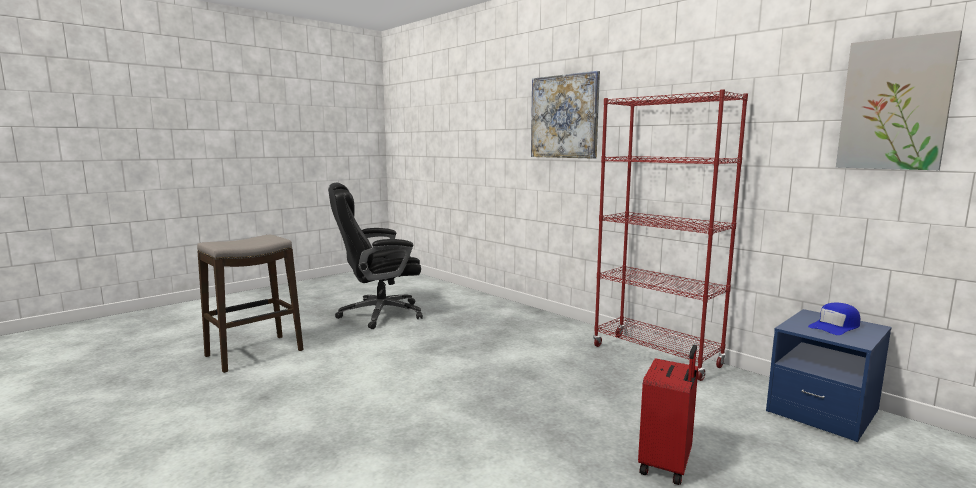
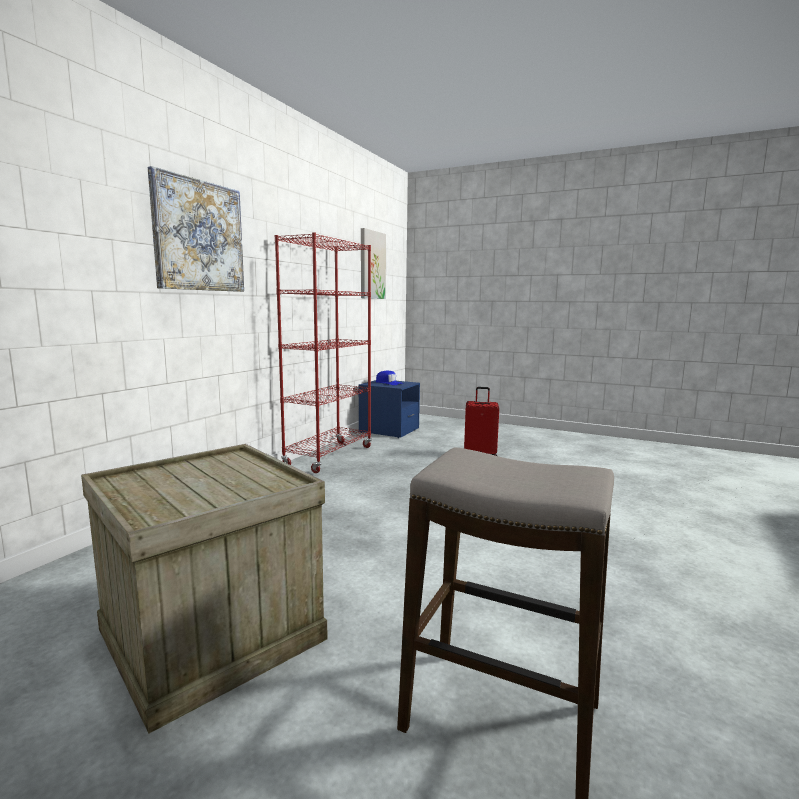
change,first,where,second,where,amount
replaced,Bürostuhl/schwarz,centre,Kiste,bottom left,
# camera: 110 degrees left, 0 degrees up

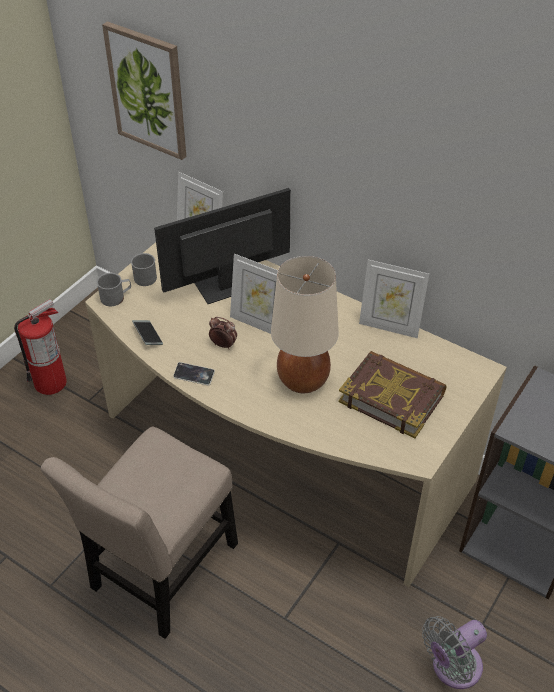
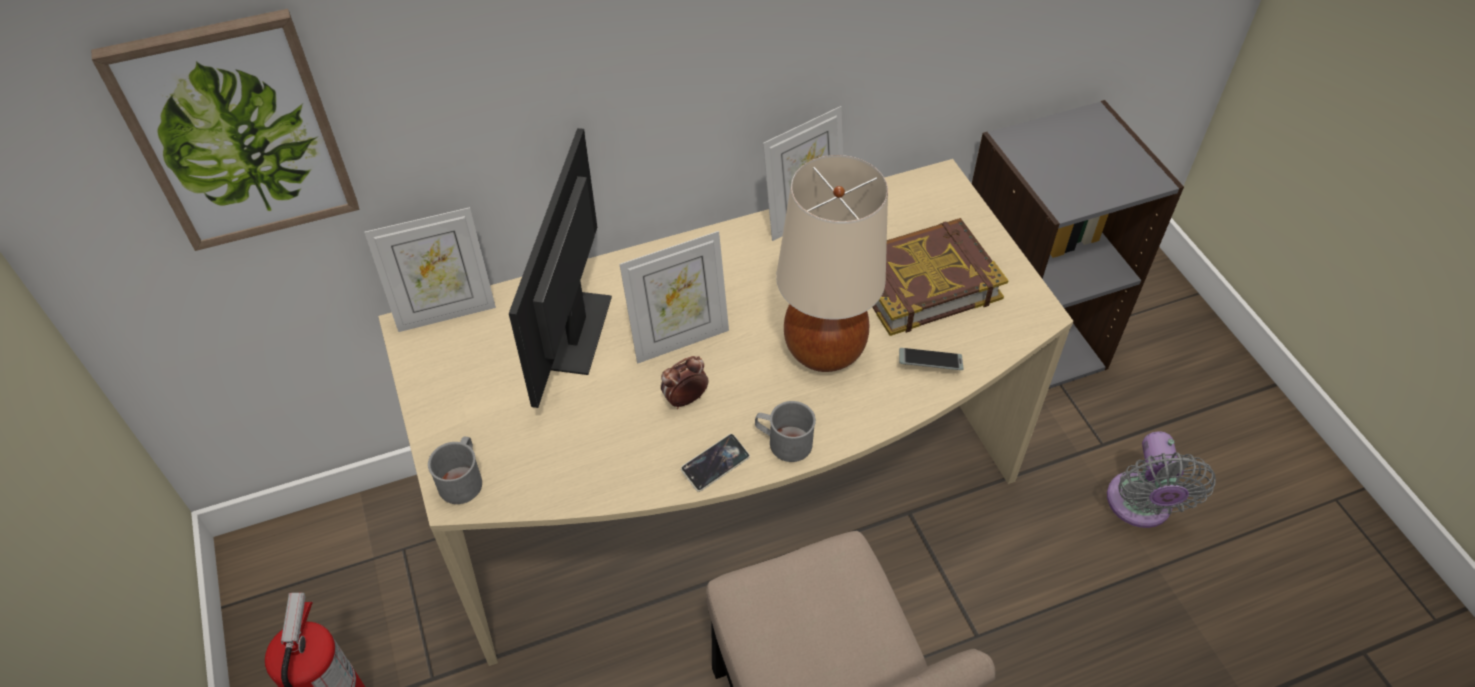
change,first,where,second,where,amount
moved,Henkelbecher/grau (2nd from left),middle left,,centre,
moved,Handy (1st from left in the first image),middle left,Handy (2nd from left),centre,
# camera: 55 degrees left, 5 degrees up

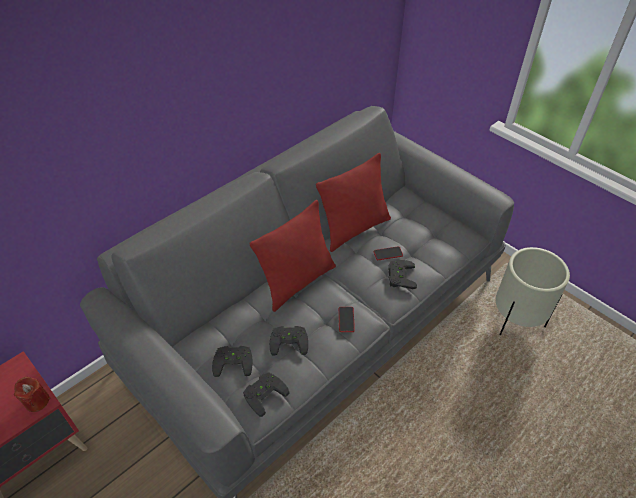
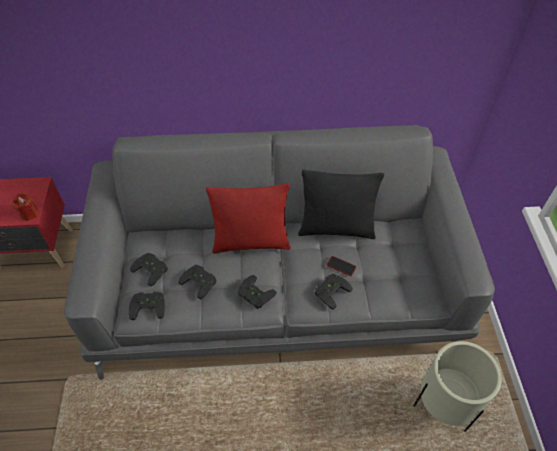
change,first,where,second,where,amount
recoloured,Kissen/rot (2nd from left),centre,Kissen/schwarz,centre,
replaced,Handy (1st from left),centre,Gamepad/schwarz (4th from left),centre,
# camera: 40 degrees right, 5 degrees up

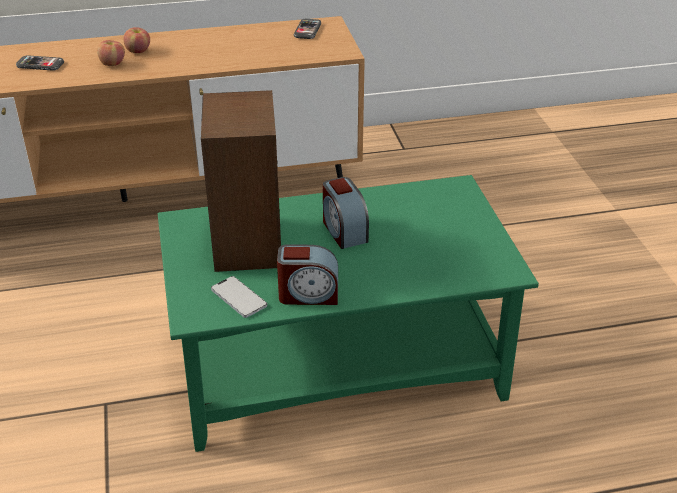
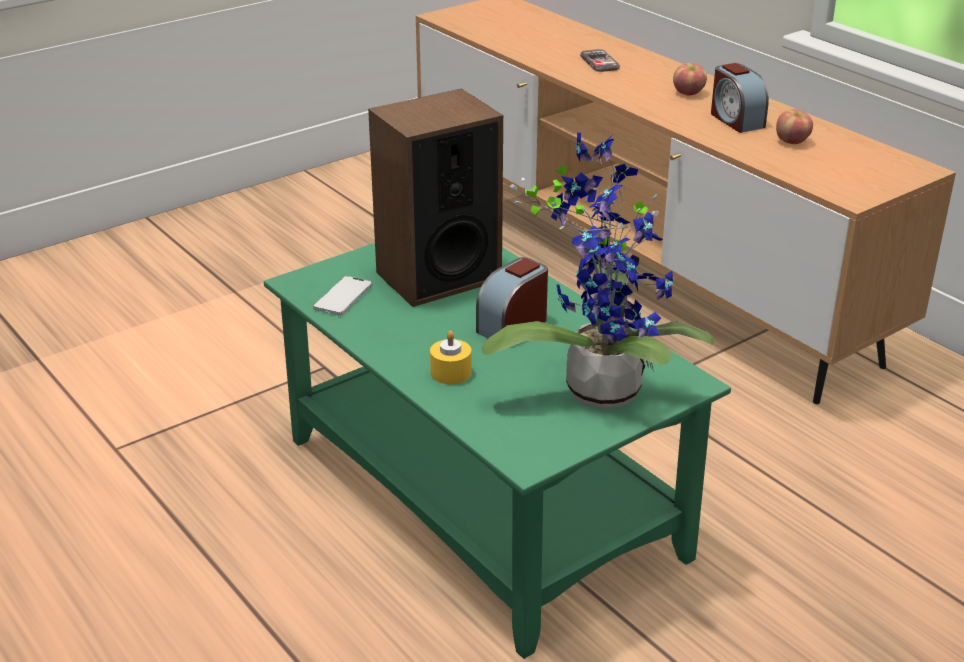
change,first,where,second,where,amount
removed,Handy (3rd from left),top centre,,,
moved,Apfel (1st from left in the first image),top left,Apfel (2nd from left),top right,
moved,Wecker (1st from left in the first image),centre,Wecker (2nd from left),top right,
added,,,Topfpflanze,centre,
added,,,Kerze/gelb,centre,
# camera: 65 degrees right, 5 degrees down

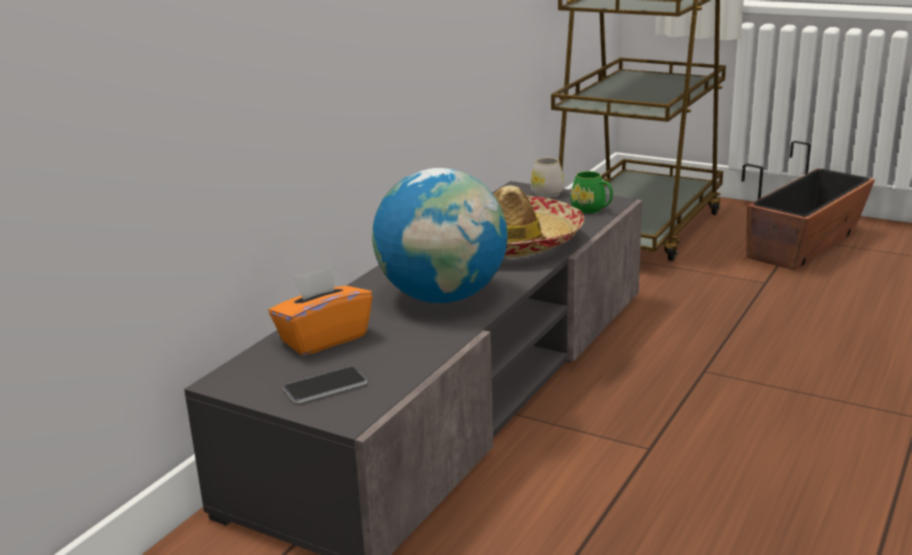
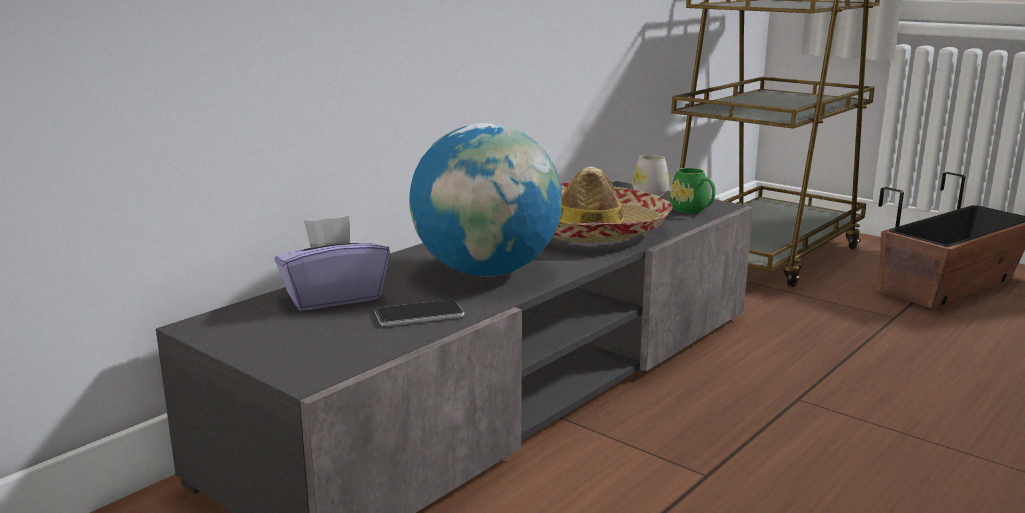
change,first,where,second,where,amount
recoloured,Taschentuchbox/orange,centre,Taschentuchbox/lila,middle left,
moved,Handy,bottom centre,,centre,
# camera: 10 degrees right, 5 degrees down

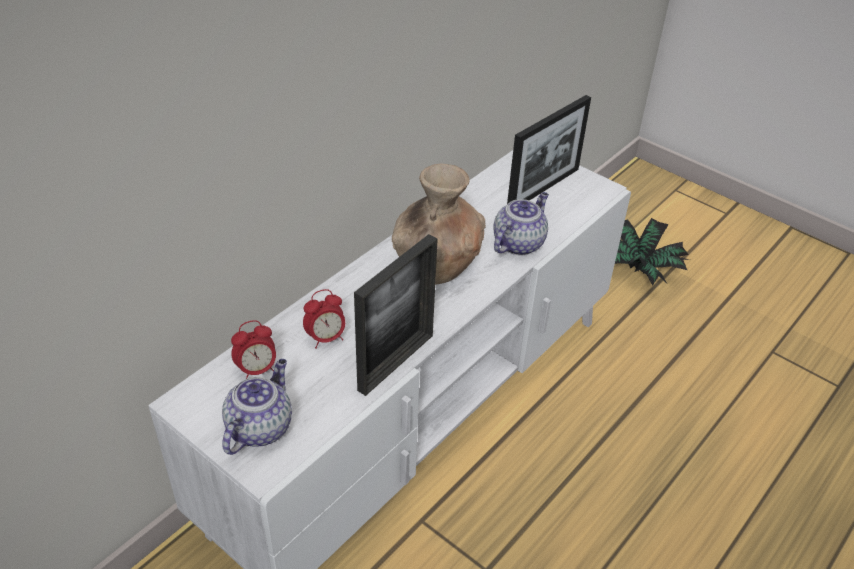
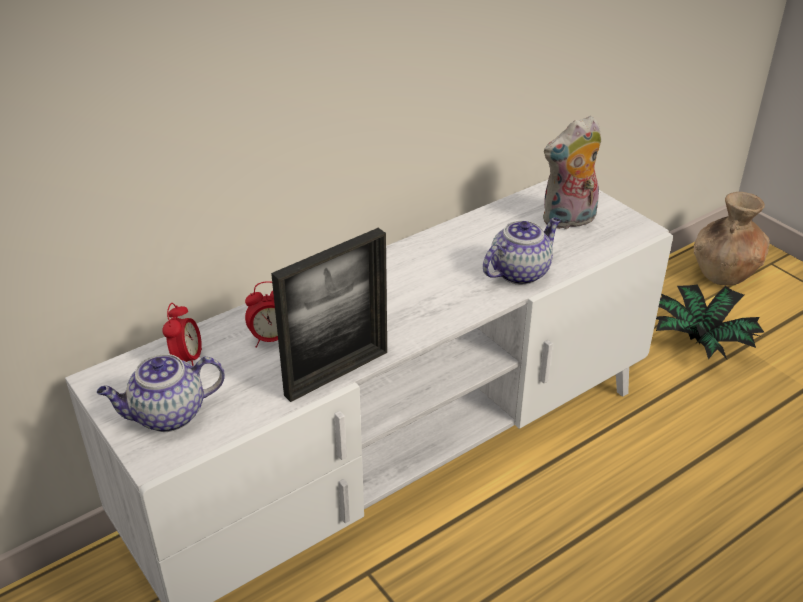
change,first,where,second,where,amount
replaced,Bilderrahmen (2nd from left),top centre,Plüschtier,top right,
moved,Vase/braun,centre,,middle right,
turned,Wecker (1st from left),middle left,,middle left,75 degrees counterclockwise
turned,Teekanne (1st from left),bottom left,,middle left,150 degrees counterclockwise
# camera: 15 degrees right, 5 degrees down

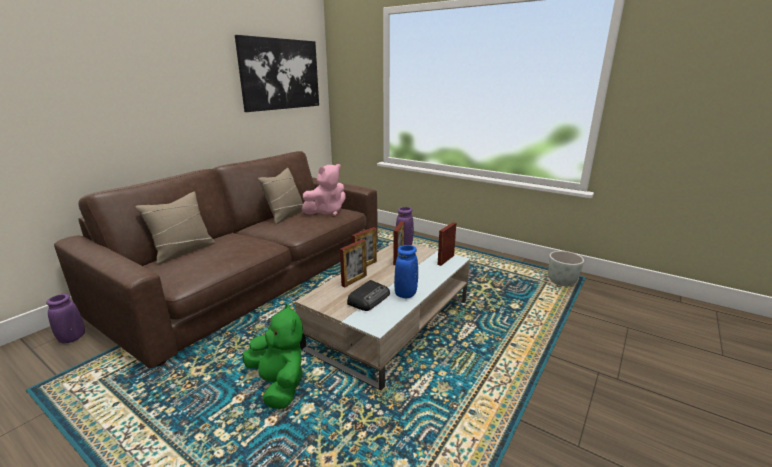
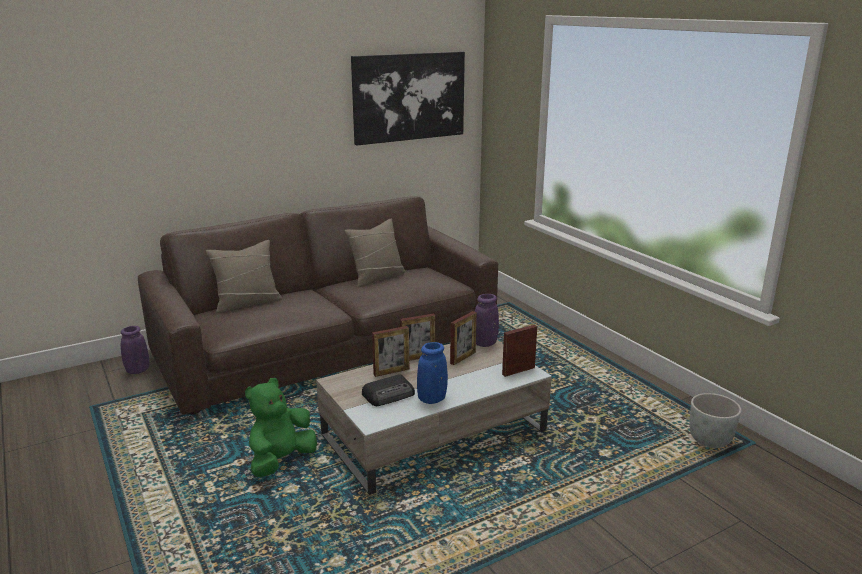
change,first,where,second,where,amount
removed,Plüschtier/rosa,centre,,,
turned,Plüschtier/grün,bottom centre,,bottom left,135 degrees counterclockwise
# camera: 25 degrees right, 0 degrees up

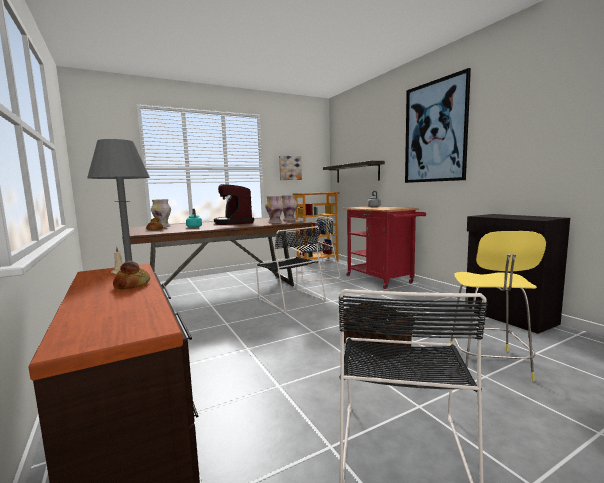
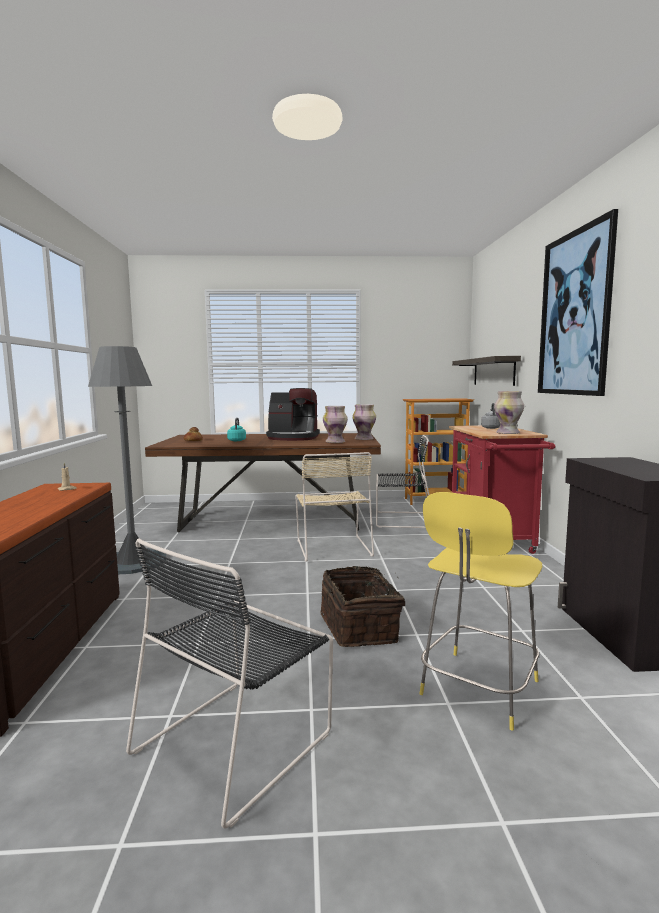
change,first,where,second,where,amount
removed,Bild (1st from left),centre,,,
turned,Kaffeemaschine,centre,,centre,90 degrees counterclockwise
moved,Vase (1st from left in the first image),middle left,Vase (3rd from left),middle right,
recoloured,Stuhl/schwarz (1st from left),centre,Stuhl/beige,centre,
removed,Brot (1st from left),middle left,,,
# camera: 25 degrees right, 0 degrees up

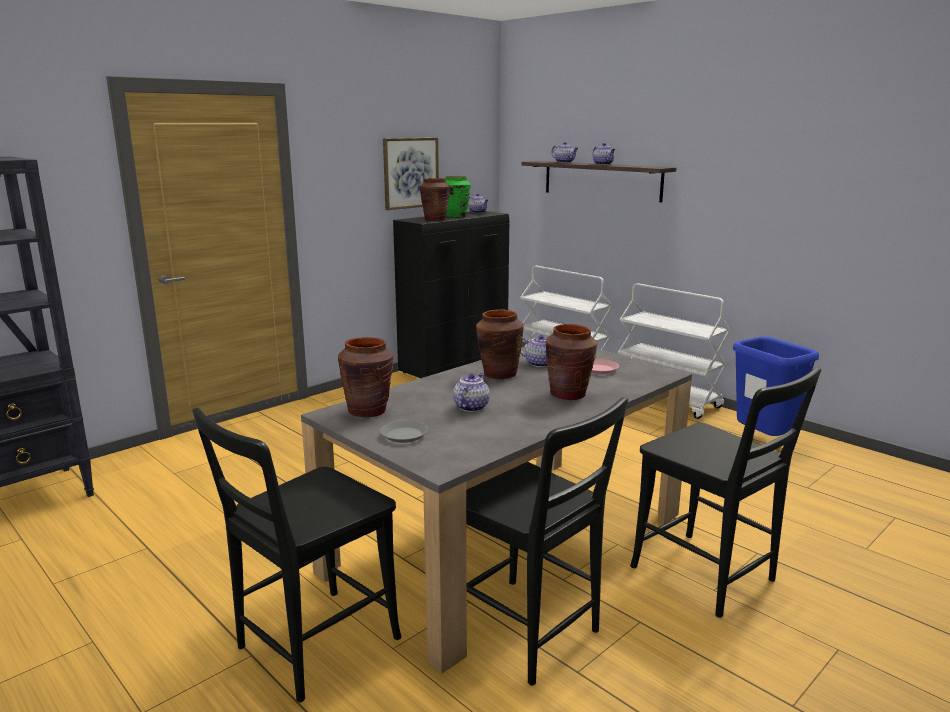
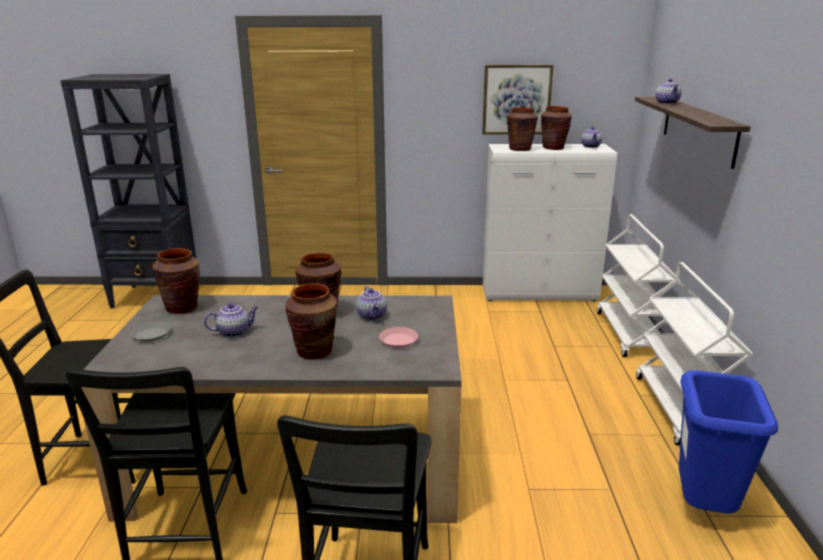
change,first,where,second,where,amount
removed,Teekanne (5th from left),top centre,,,
recoloured,Vase/grün,top centre,Vase/braun (5th from left),top right,
recoloured,Schrank/schwarz,centre,Schrank/weiß,middle right,
# camera: 45 degrees right, 5 degrees up

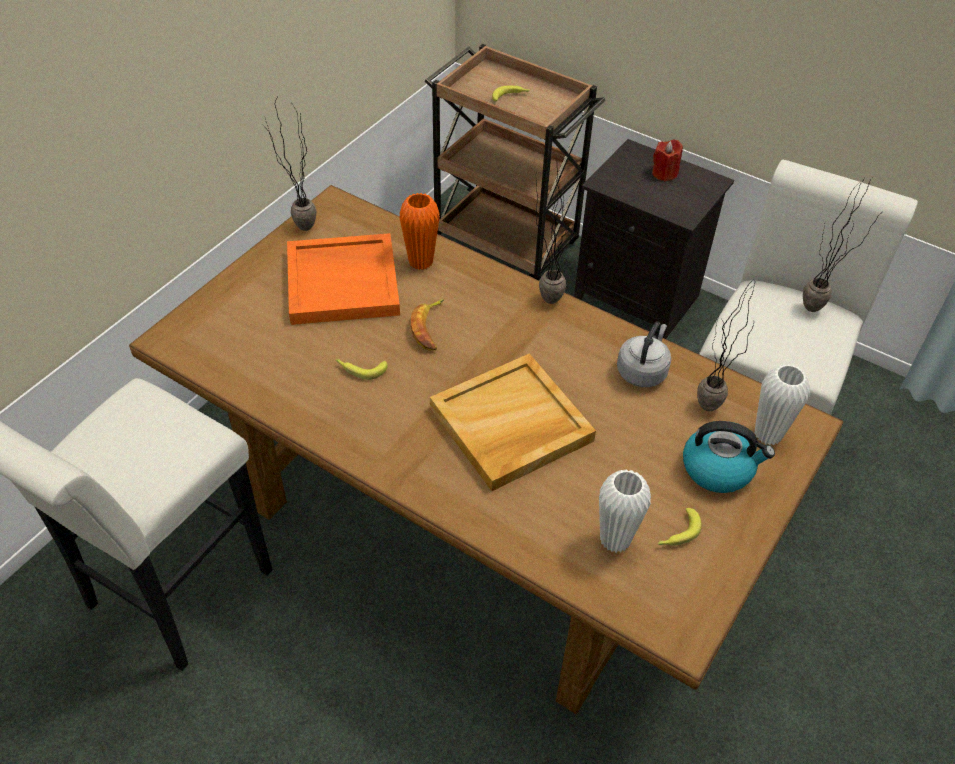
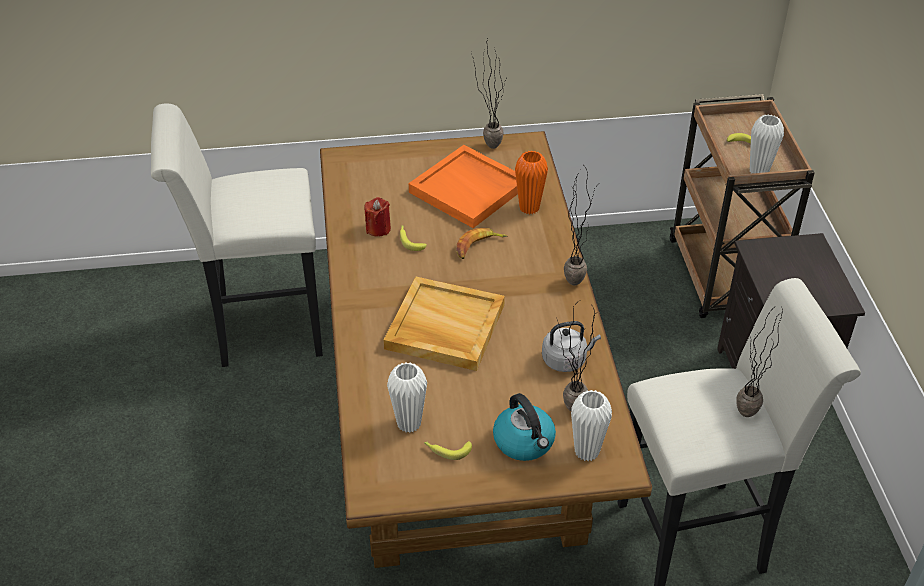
change,first,where,second,where,amount
moved,Kerze/rot,top right,,centre,
added,,,Vase/weiß (3rd from left),top right,
# camera: 50 degrees right, 5 degrees down

